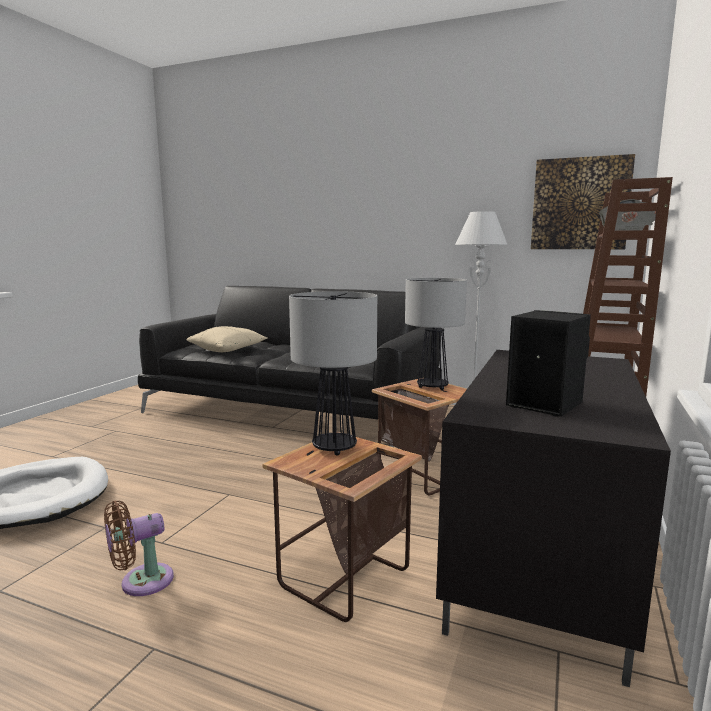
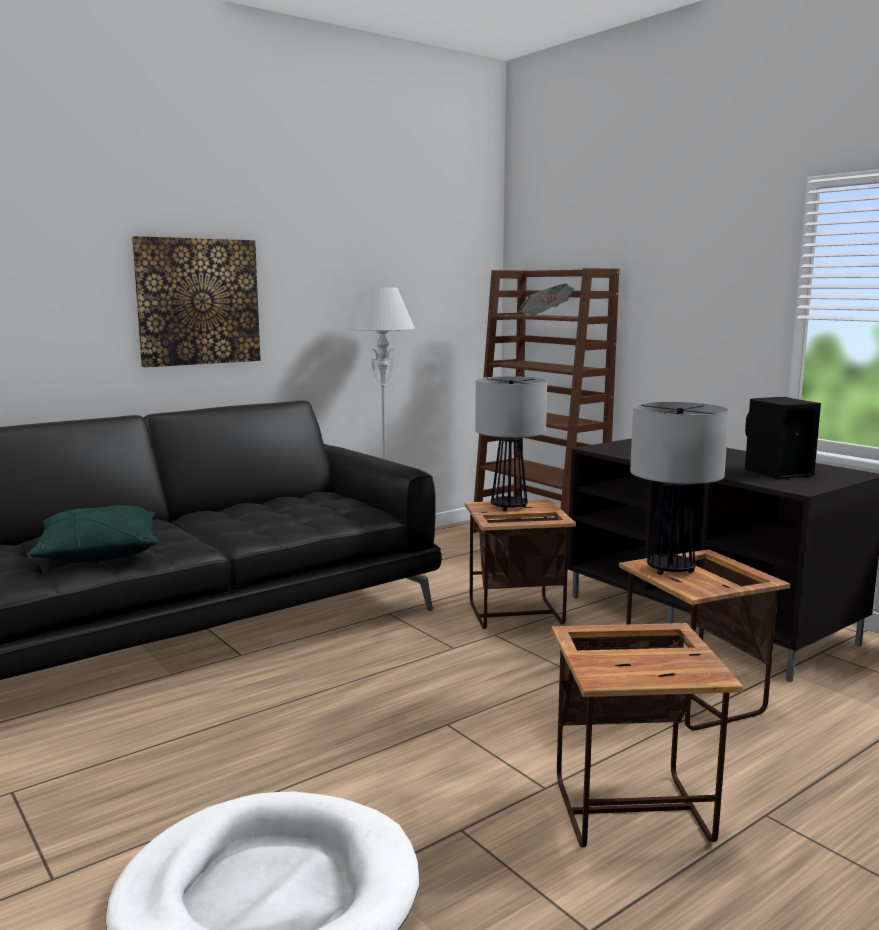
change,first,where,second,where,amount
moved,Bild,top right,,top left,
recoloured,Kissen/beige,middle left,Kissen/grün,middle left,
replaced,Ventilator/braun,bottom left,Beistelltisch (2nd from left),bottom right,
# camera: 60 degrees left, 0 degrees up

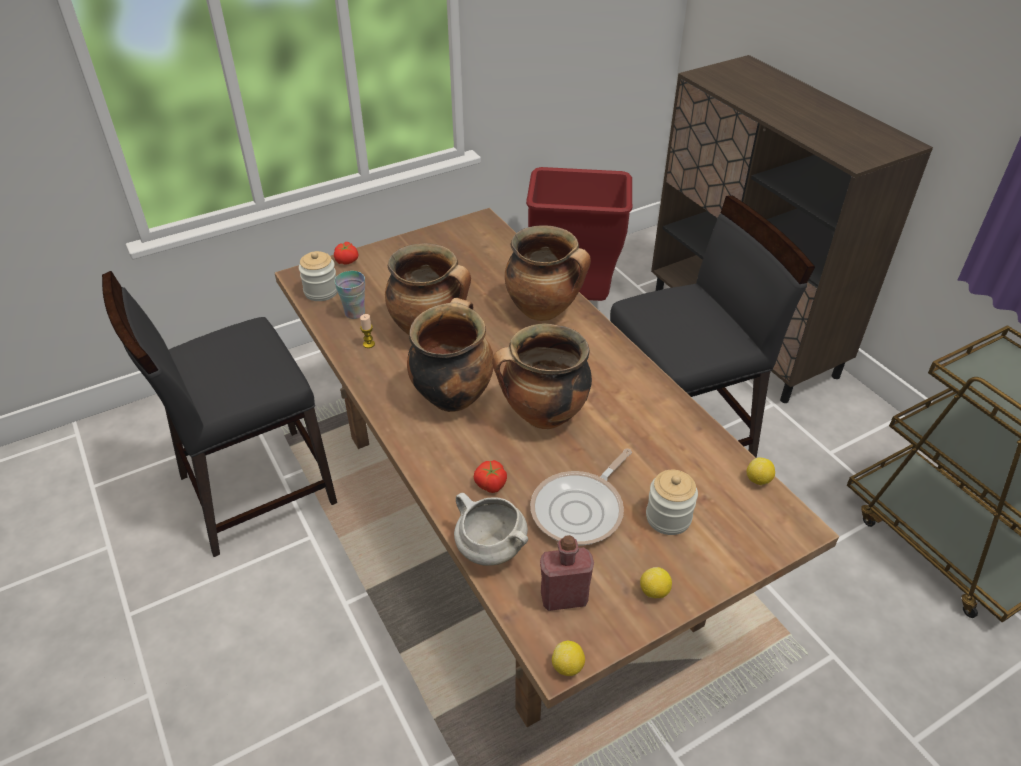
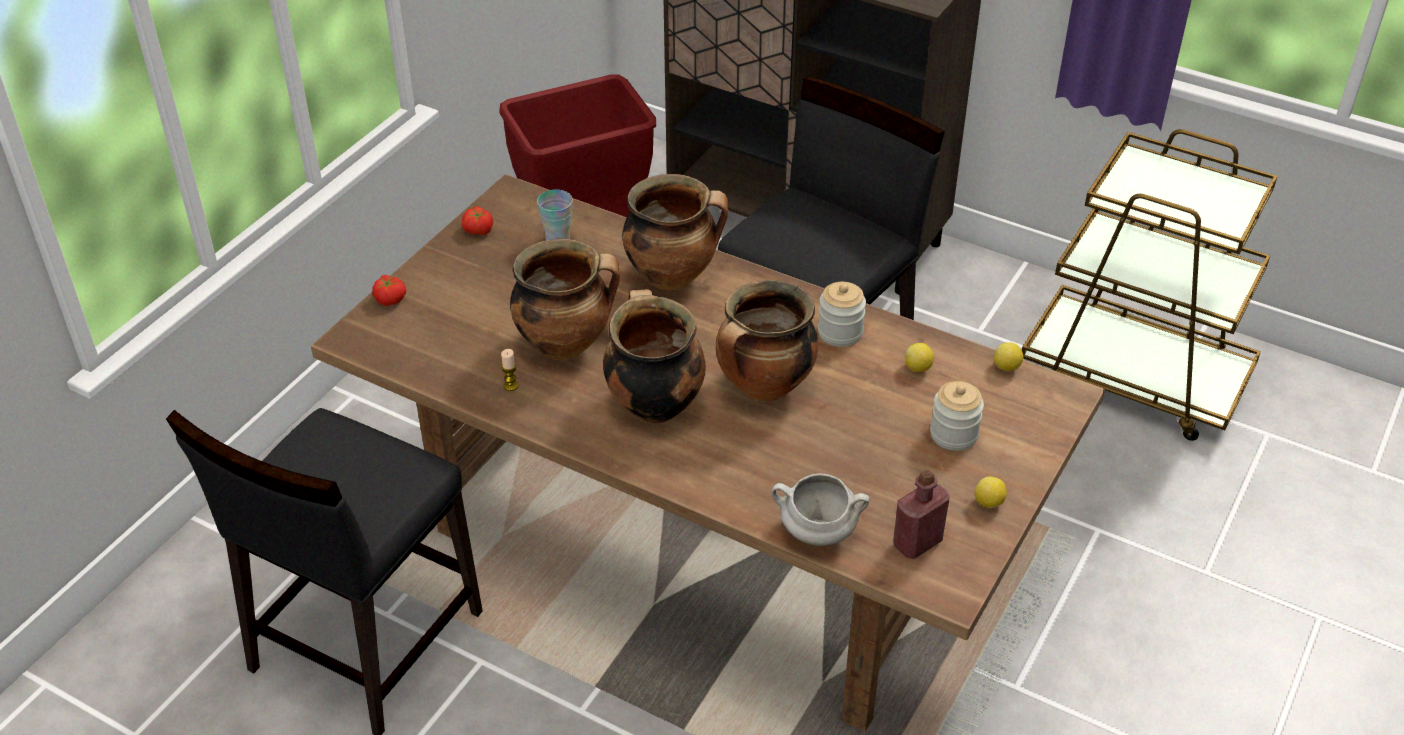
change,first,where,second,where,amount
moved,Vorratsglas (1st from left),middle left,,centre,
moved,Tasse,centre,,top centre,
removed,Pfanne,centre,,,
moved,Tomate (2nd from left),centre,,top centre,
moved,Zitrone (1st from left),bottom centre,,centre,
# camera: 30 degrees left, 0 degrees up

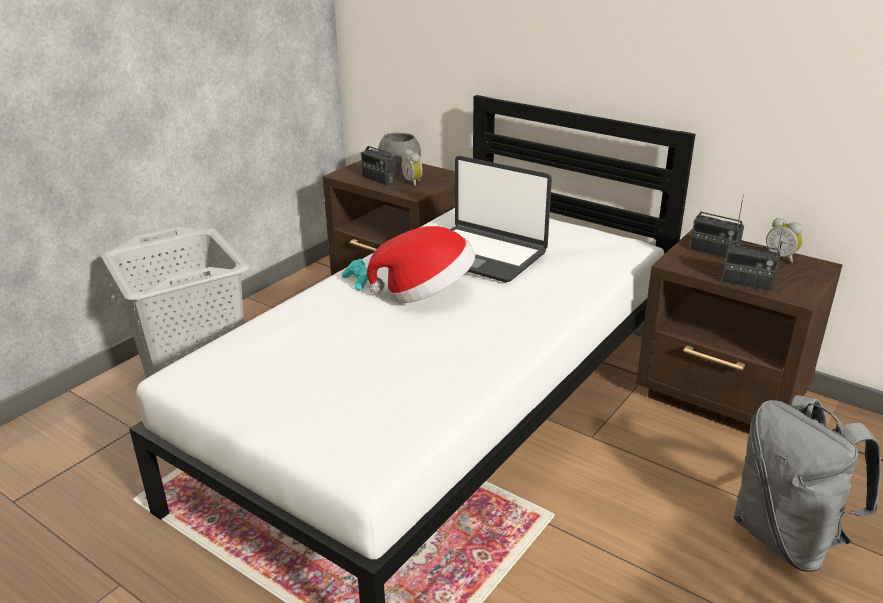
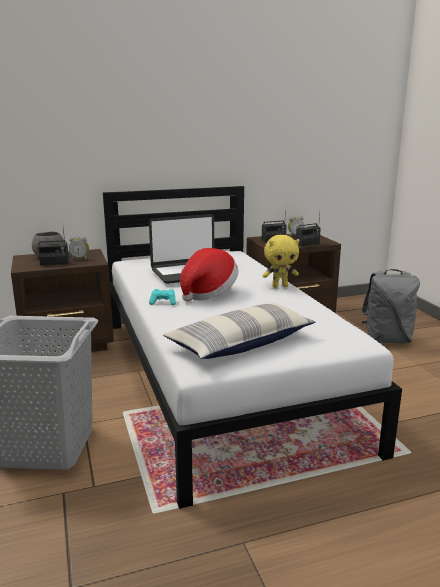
change,first,where,second,where,amount
added,,,Plüschtier/gelb,centre,
added,,,Kissen,centre,
# camera: 55 degrees left, 10 degrees down

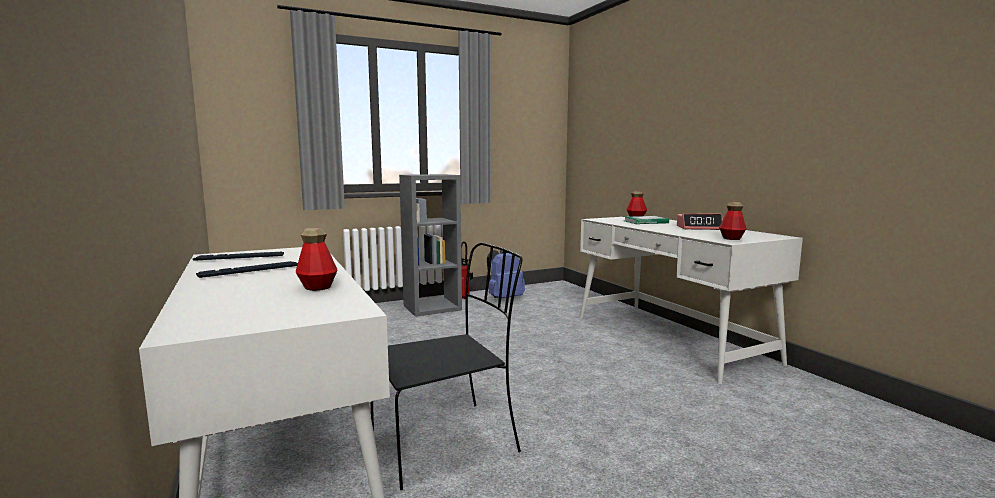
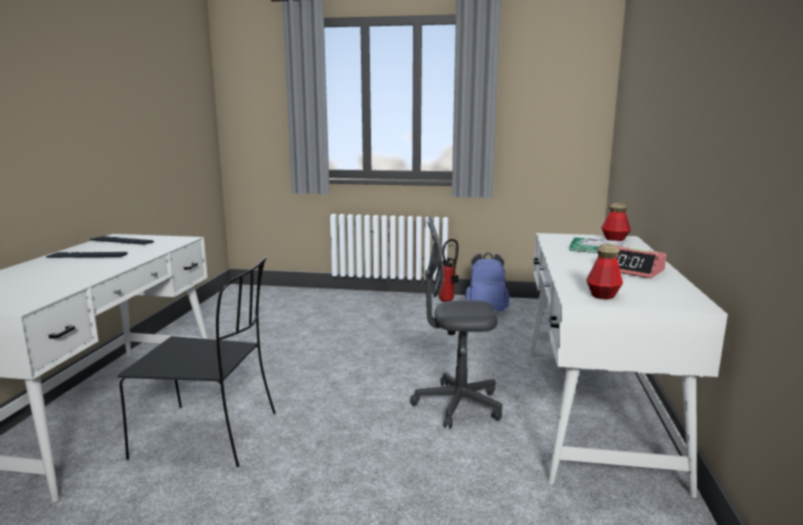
change,first,where,second,where,amount
removed,Bücherregal/grau,centre,,,
removed,Flasche (1st from left),middle left,,,
added,,,Bürostuhl/grau,centre,
# camera: 35 degrees right, 5 degrees up

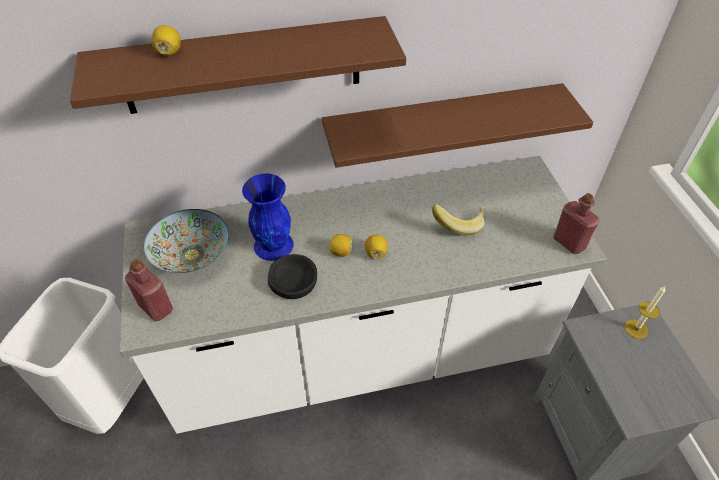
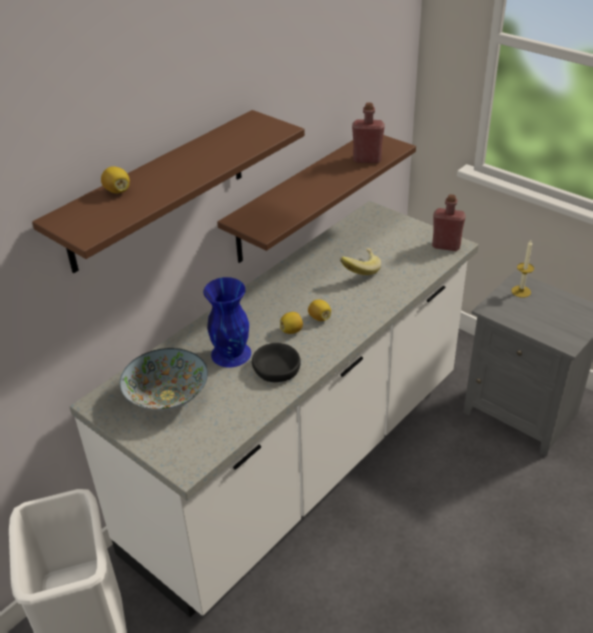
change,first,where,second,where,amount
moved,Flasche/rot (1st from left),middle left,,top centre,
# camera: 35 degrees left, 10 degrees down

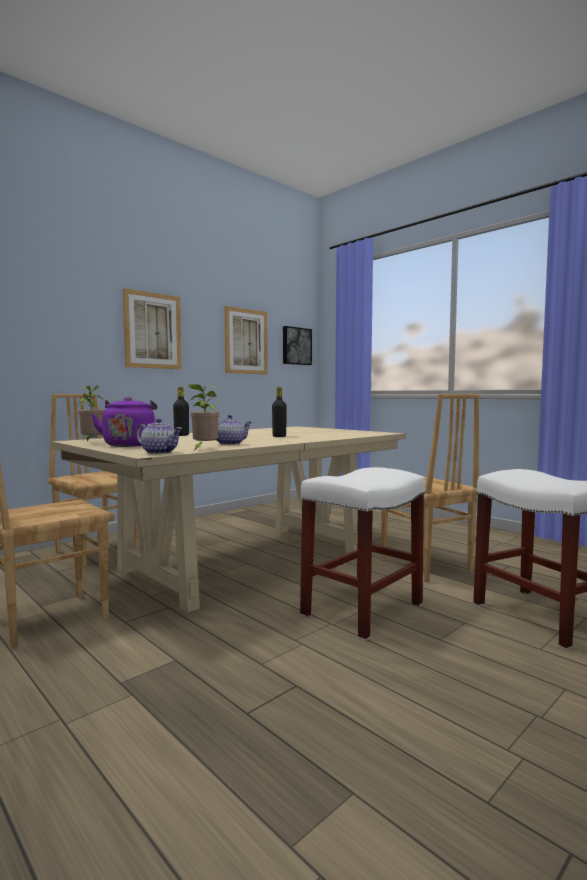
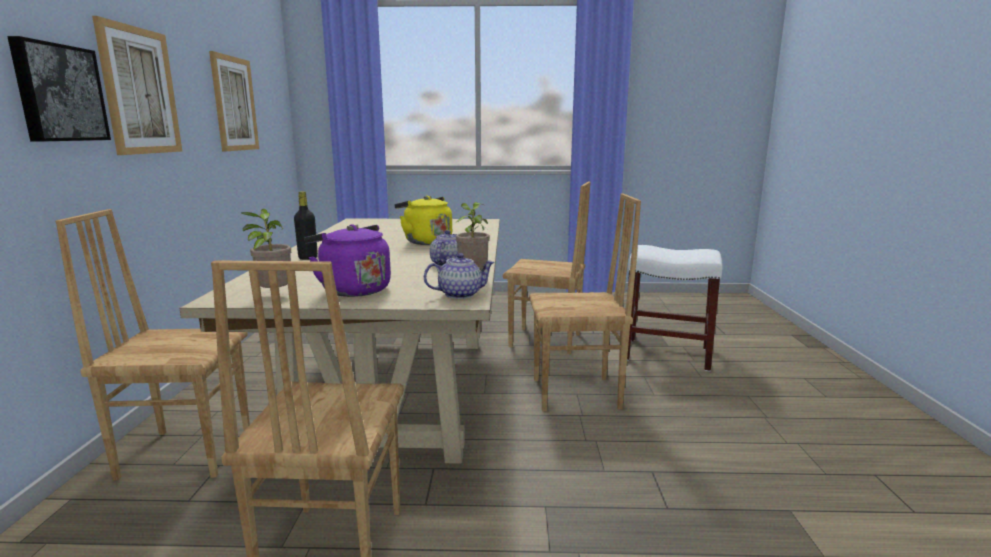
change,first,where,second,where,amount
moved,Bild (3rd from left in the first image),centre,Bild (1st from left),top left,
replaced,Flasche/schwarz (2nd from left),centre,Wasserkessel/gelb,centre,
replaced,Hocker/weiß (1st from left),centre,Stuhl/braun (4th from left),centre,
# camera: 45 degrees left, 10 degrees up

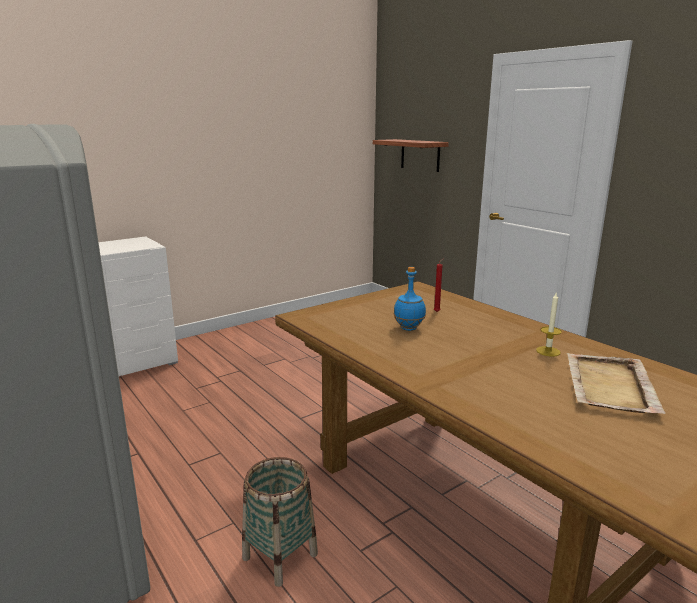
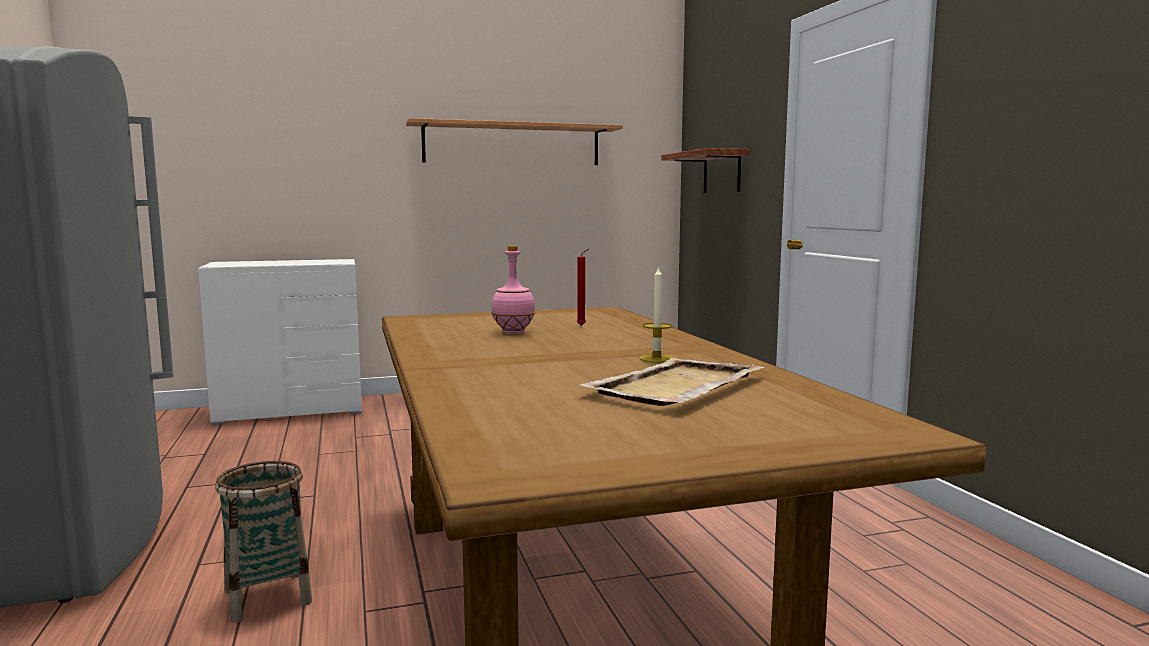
change,first,where,second,where,amount
recoloured,Flasche/blau,centre,Flasche/rosa,centre,
added,,,Wandregal (1st from left),top centre,
# camera: 20 degrees right, 10 degrees down

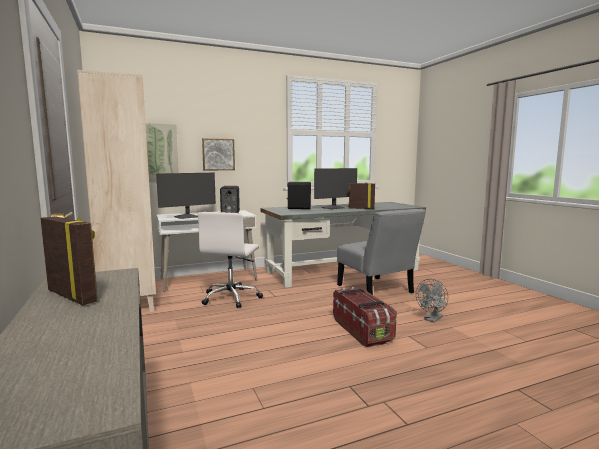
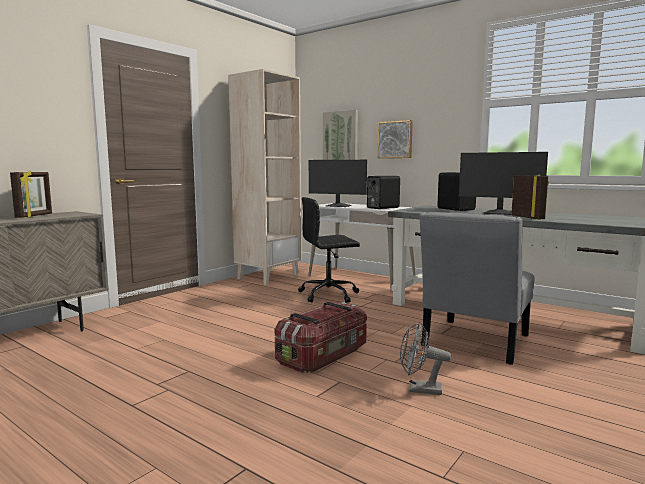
change,first,where,second,where,amount
recoloured,Bürostuhl/weiß,centre,Bürostuhl/schwarz,centre,
# camera: 60 degrees right, 0 degrees up

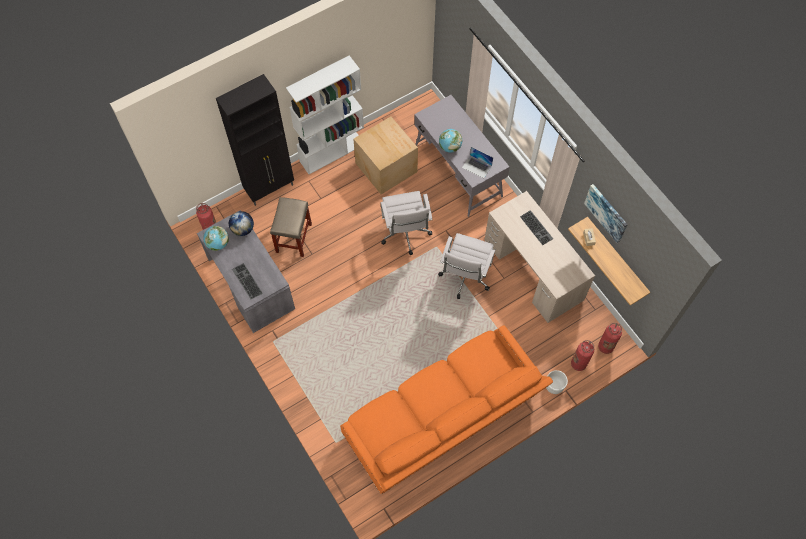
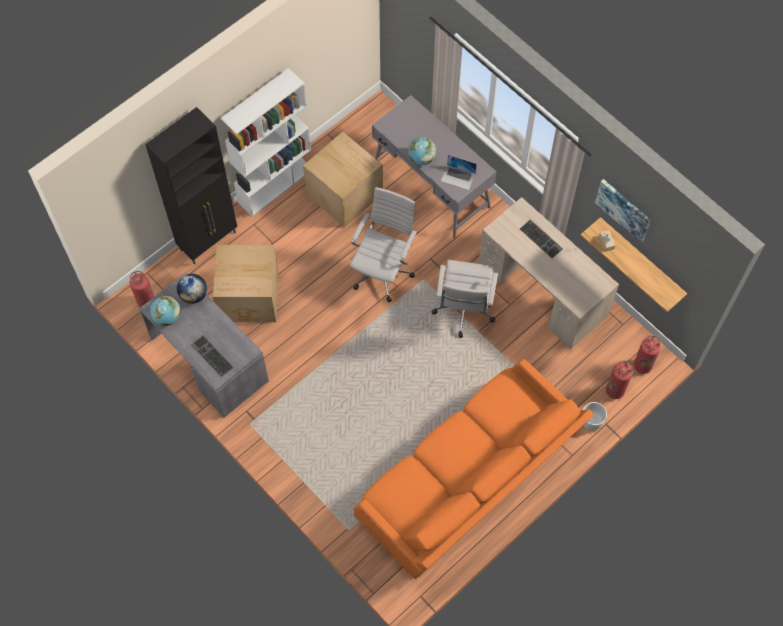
change,first,where,second,where,amount
turned,Bürostuhl/weiß (1st from left),centre,,centre,135 degrees counterclockwise
replaced,Hocker/beige,centre,Karton (1st from left),middle left,
# camera: 10 degrees left, 0 degrees up

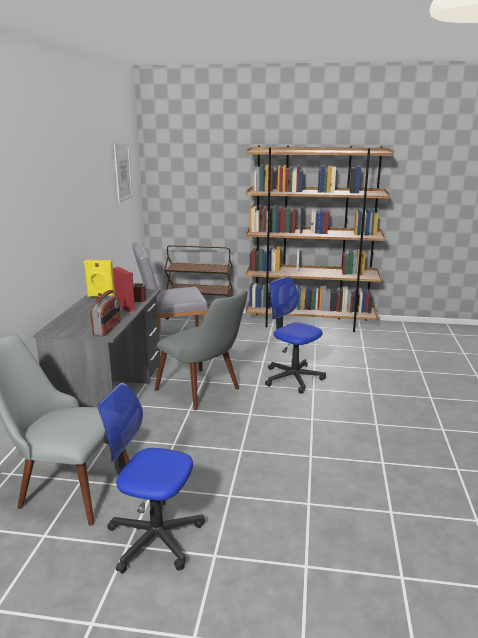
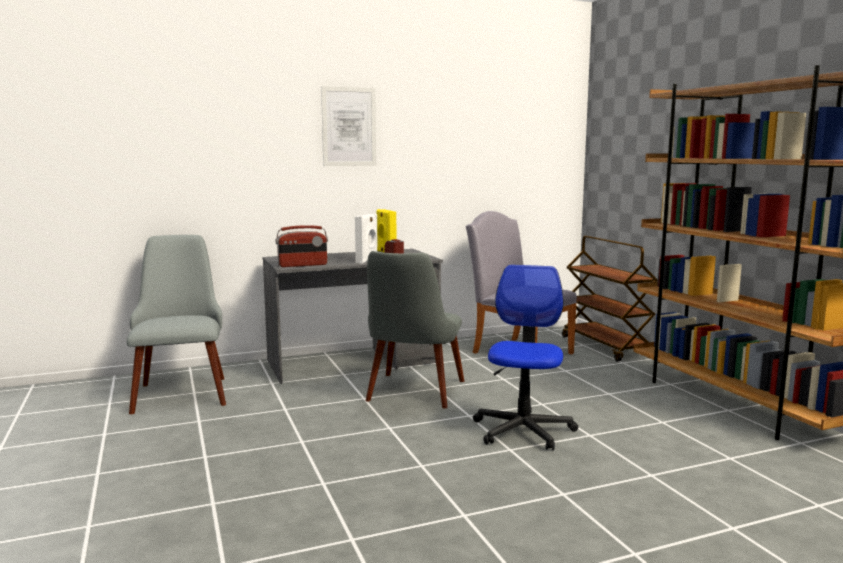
change,first,where,second,where,amount
moved,Bild,top left,,top centre,
recoloured,Lautsprecher/rot,middle left,Lautsprecher/weiß,centre,
removed,Bürostuhl (1st from left),bottom left,,,
# camera: 60 degrees right, 10 degrees down

